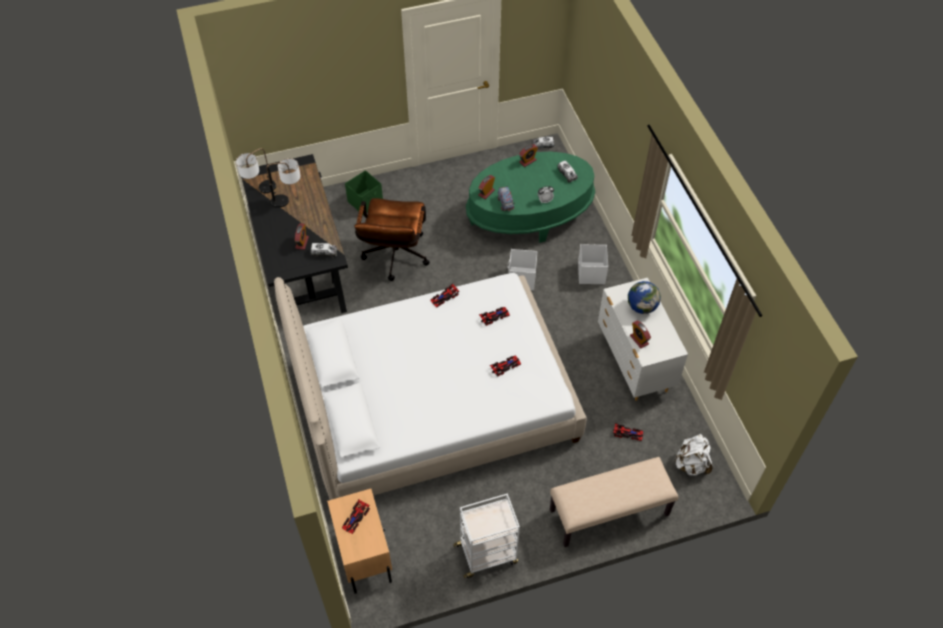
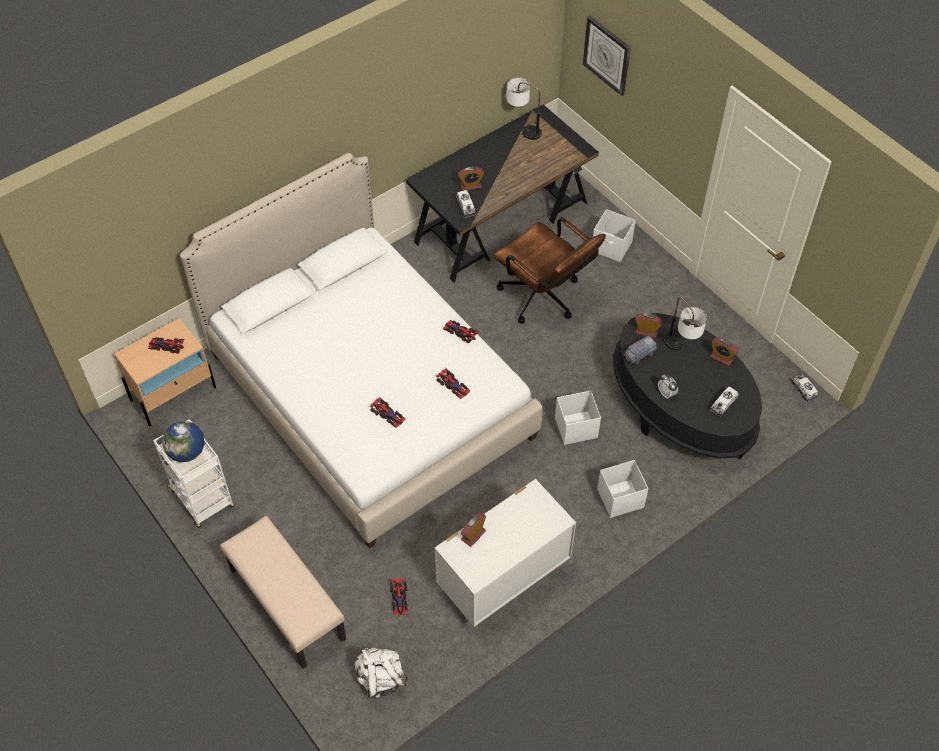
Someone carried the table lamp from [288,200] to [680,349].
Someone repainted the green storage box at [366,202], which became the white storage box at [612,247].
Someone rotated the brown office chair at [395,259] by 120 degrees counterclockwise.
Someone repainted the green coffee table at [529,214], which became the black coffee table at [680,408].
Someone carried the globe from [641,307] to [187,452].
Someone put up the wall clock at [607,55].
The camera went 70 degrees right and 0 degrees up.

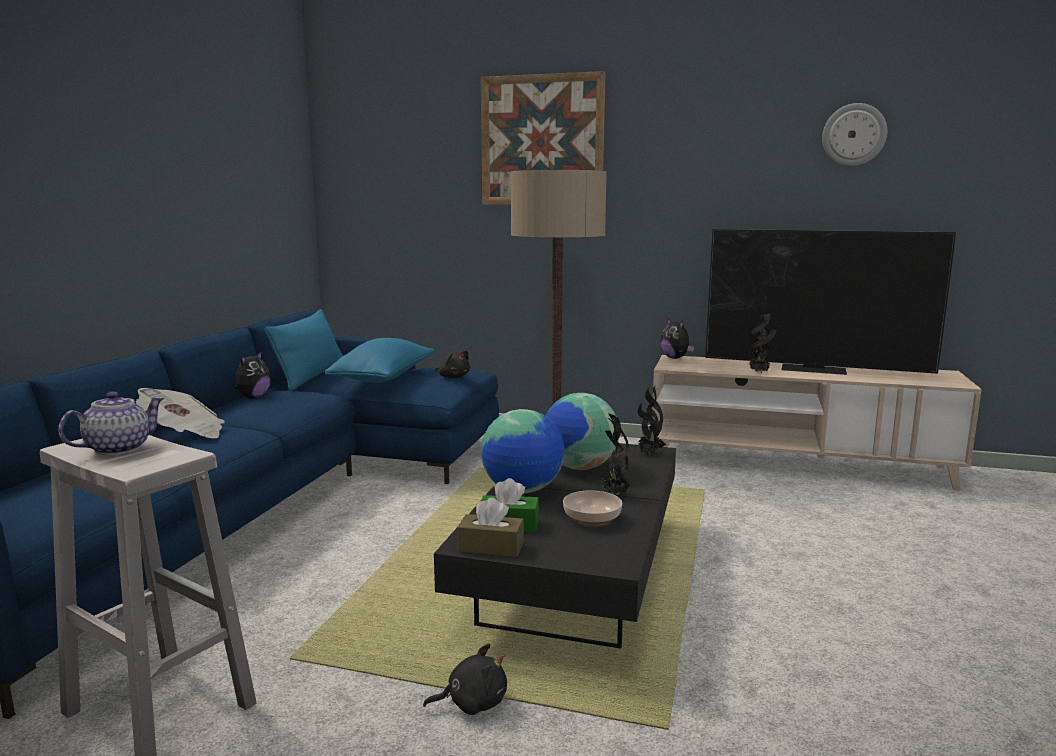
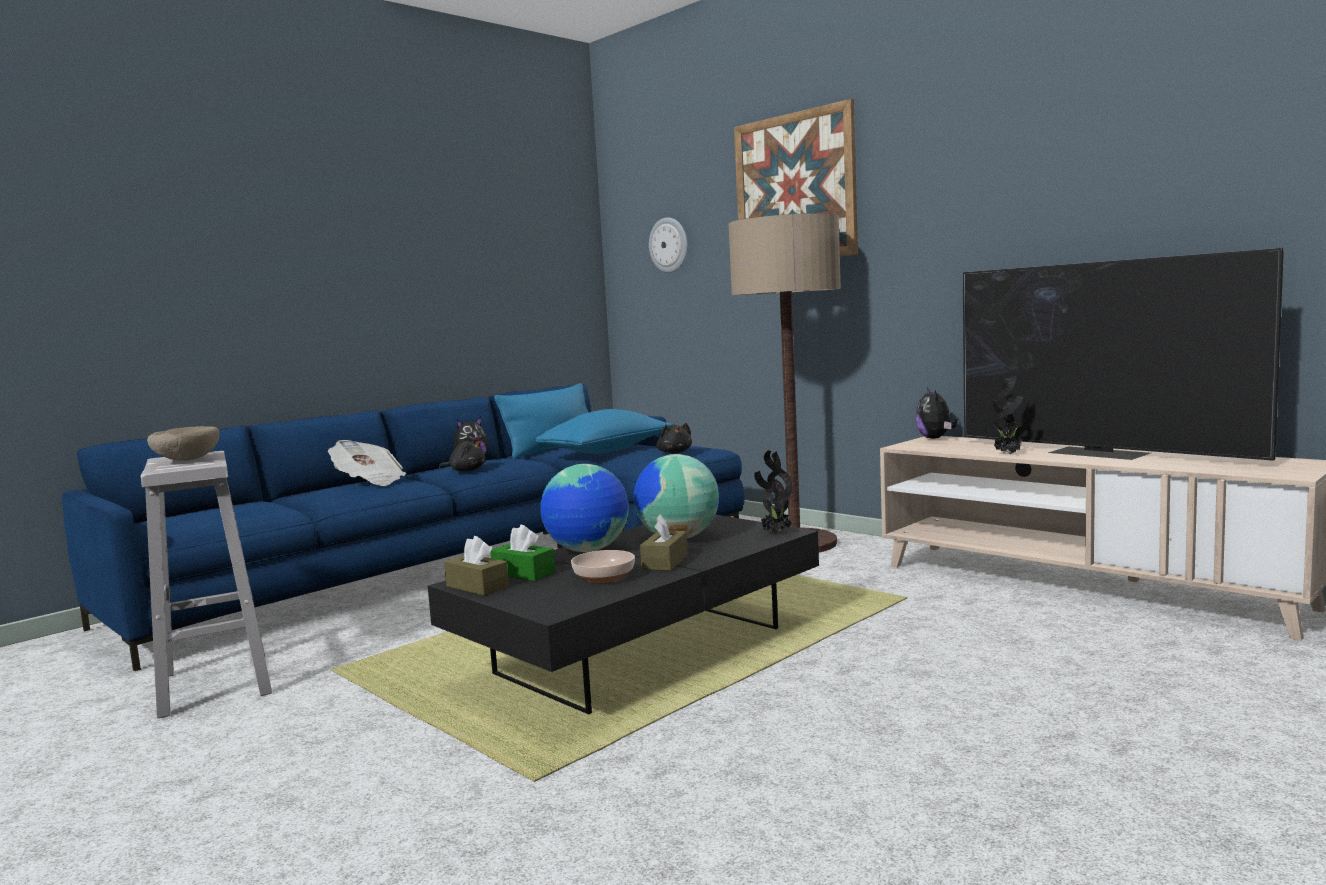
Someone swapped the teapot at [118,448] for the beige bowl at [185,460].
Someone carried the black plush toy from [472,703] to [466,471].
Someone swapped the potted plant at [614,494] for the brown tissue box at [665,562].
Someone carried the wall clock from [854,135] to [669,245].
The camera went 30 degrees right and 5 degrees down.

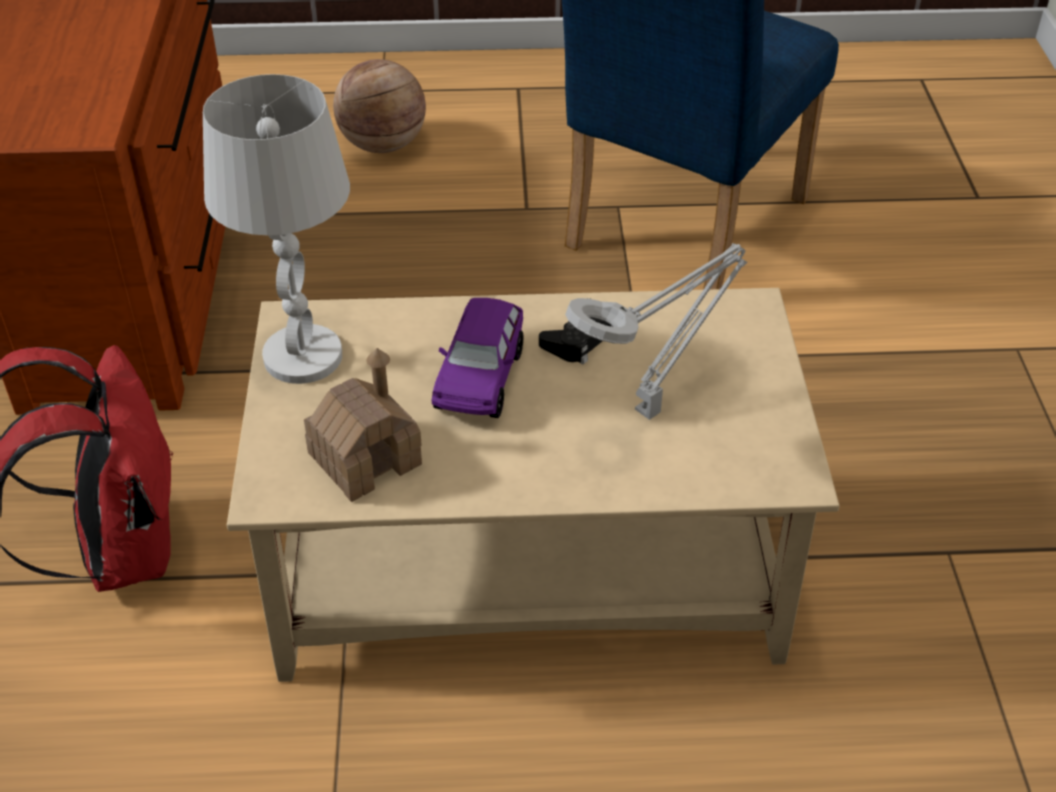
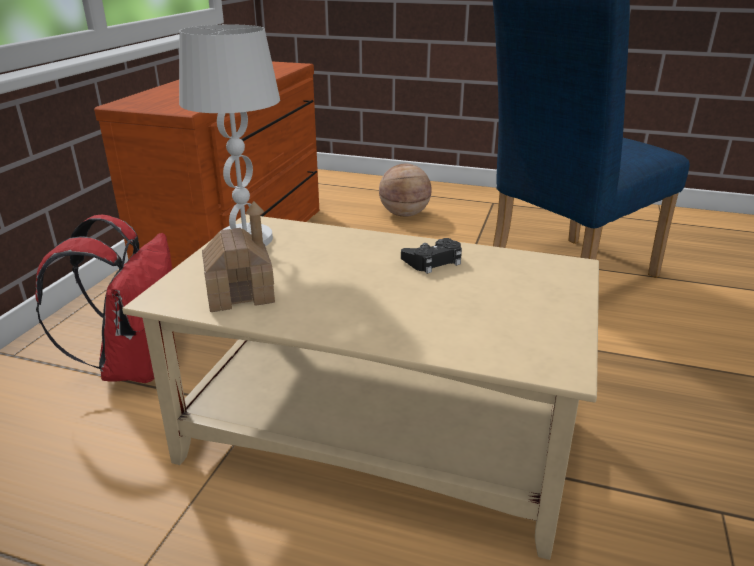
Someone took away the purple toy car at [480,377].
Someone took away the grey table lamp at [652,409].
The camera went 20 degrees right and 15 degrees down.

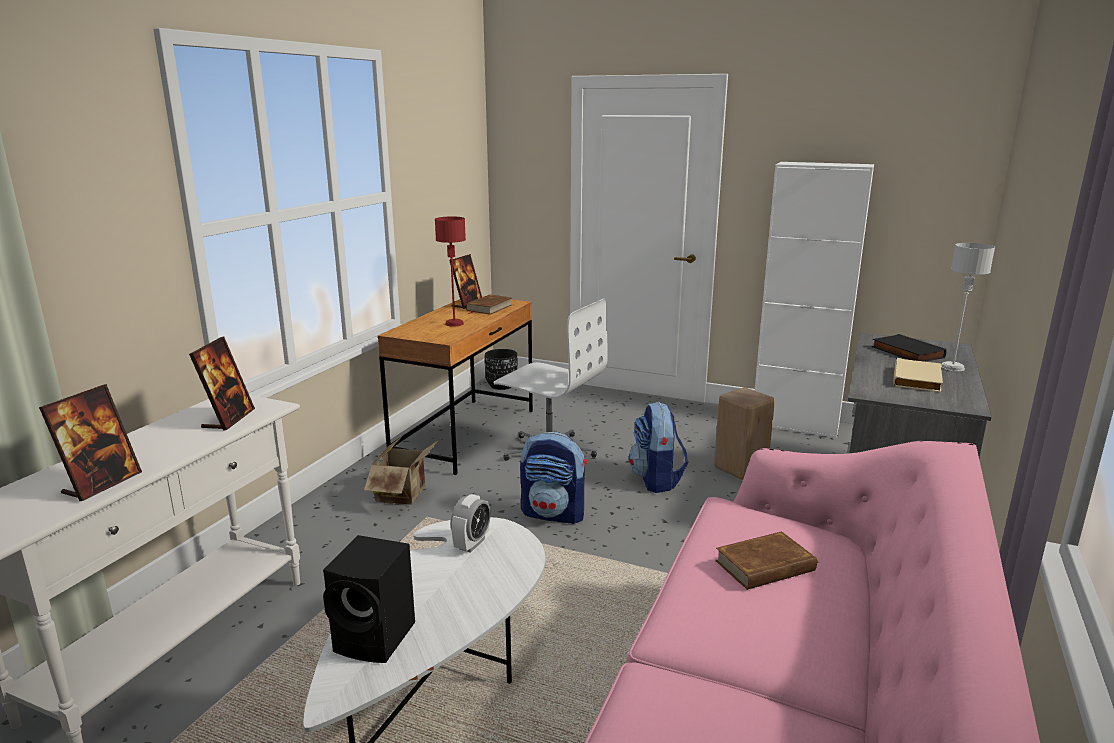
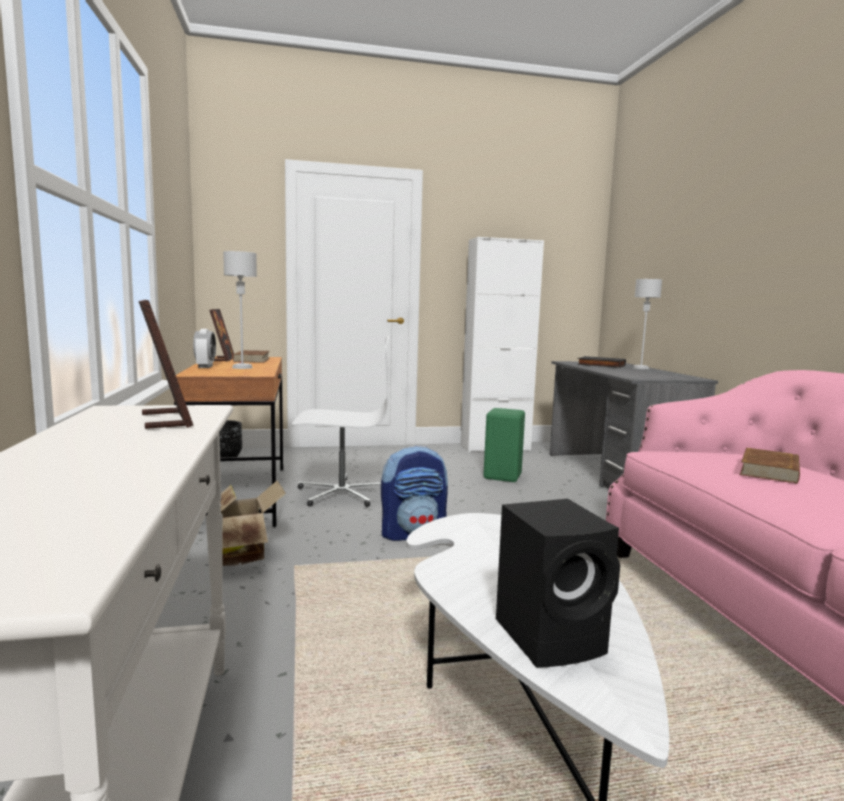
Someone took away the picture frame at [102,484].
Someone repainted the red table lamp at [454,324], which became the grey table lamp at [242,367].
Someone carried the alarm clock from [471,544] to [205,366].
Someone took away the backpack at [656,480].
Someone repainted the beige stool at [740,468], which became the green stool at [501,476].
Someone took away the beige book at [918,379].
The camera went 35 degrees left and 10 degrees down.

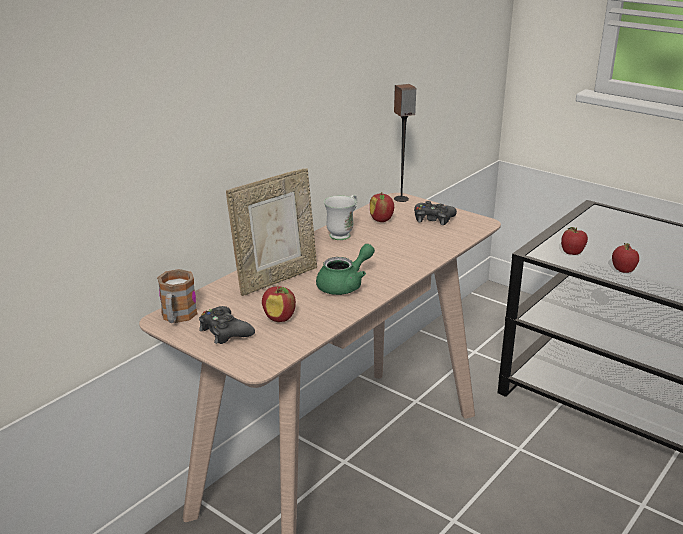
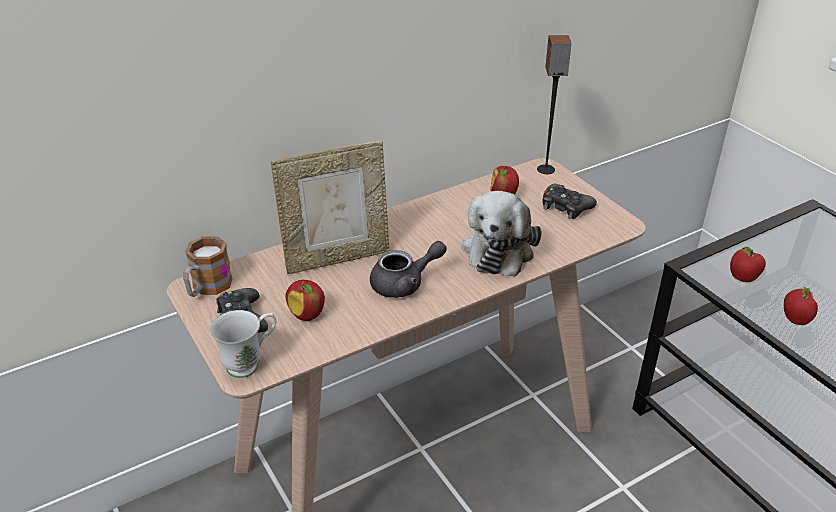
Someone repainted the green teapot at [345,285], which became the grey teapot at [405,284].
Someone carried the white mug from [343,234] to [250,363].
Someone put down the plush toy at [499,248].
The camera went 20 degrees right and 10 degrees up.

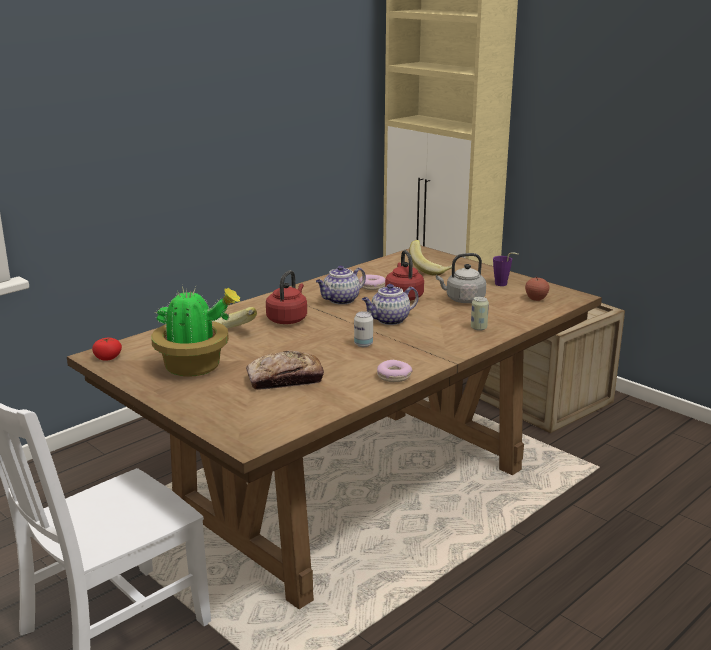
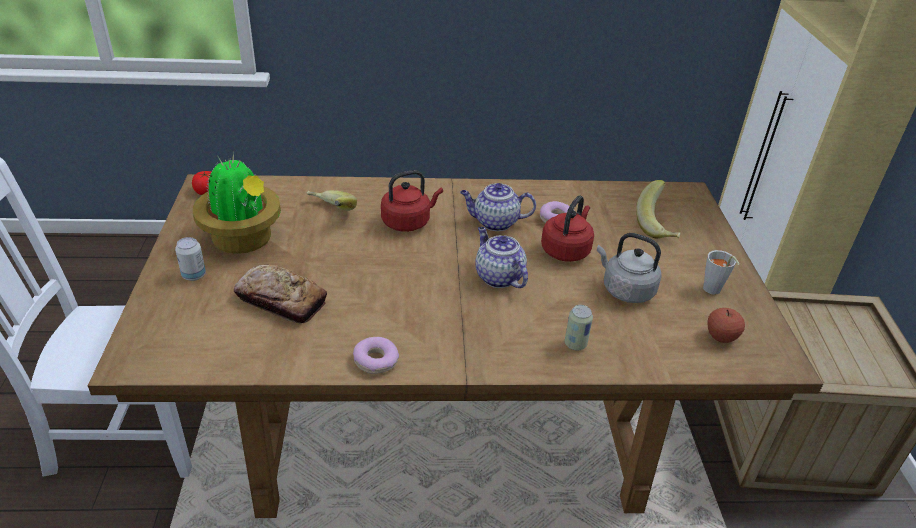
Someone carried the can from [363,344] to [194,275].
Someone rotated the teapot at [389,320] by 45 degrees clockwise.
Someone repainted the purple cup at [503,284], which became the grey cup at [713,291].
The camera went 40 degrees right and 15 degrees up.

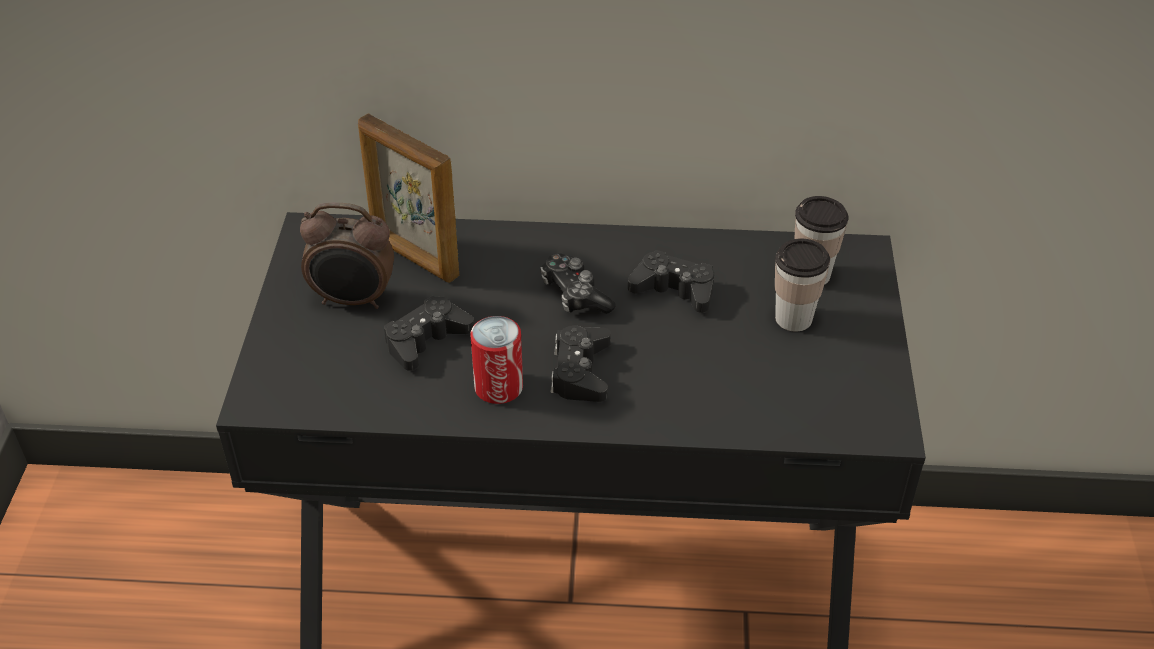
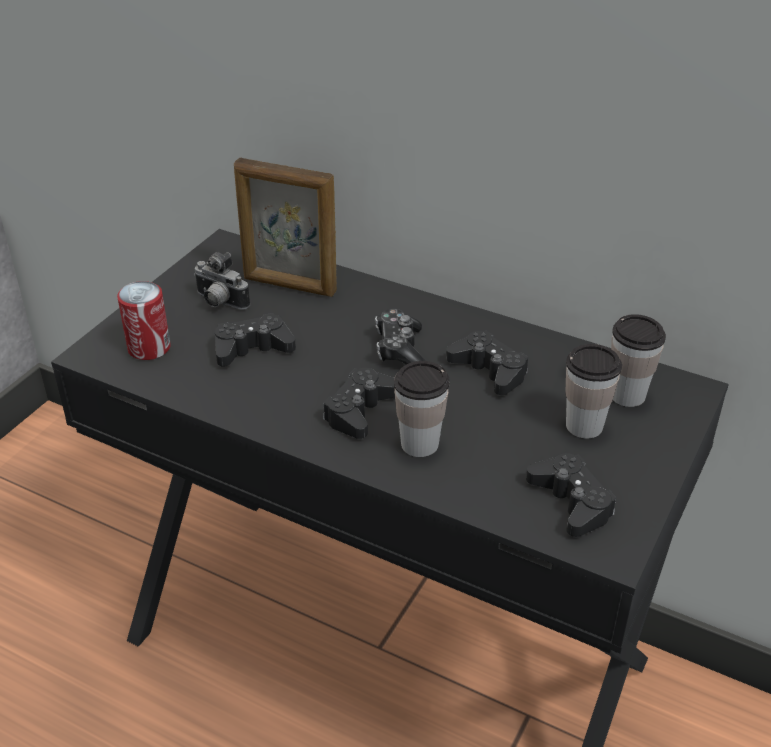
Someone swapped the alarm clock at [353,300] for the photo camera at [219,303].
Someone rotated the picture frame at [414,257] by 45 degrees counterclockwise.
Someone carried the can from [498,387] to [149,348].
Someone put down the cup at [420,444].
Someone put down the black game controller at [571,502].
The camera went 25 degrees right and 5 degrees down.

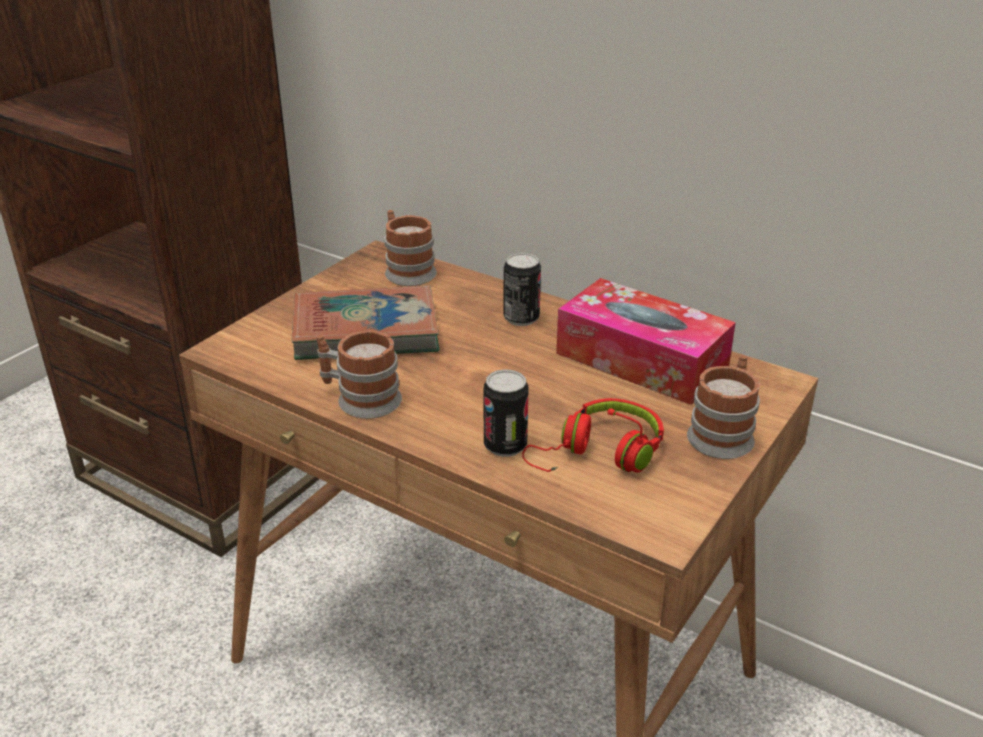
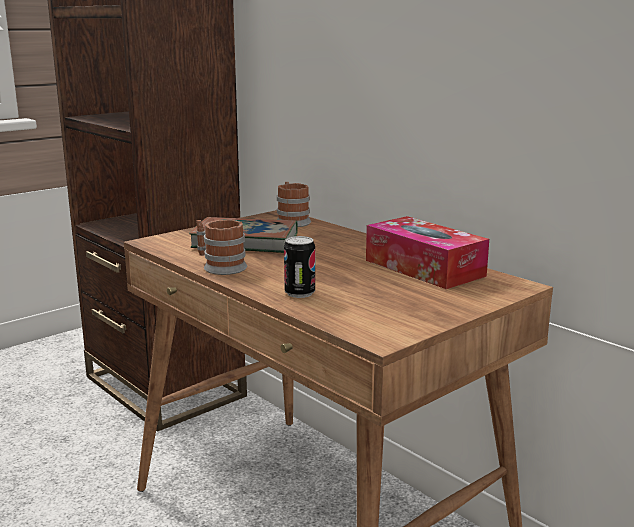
Someone took away the can at [521,318].
Someone took away the red headphones at [599,454].
Someone took away the mug at [723,433].
The camera went 15 degrees right and 15 degrees down.

